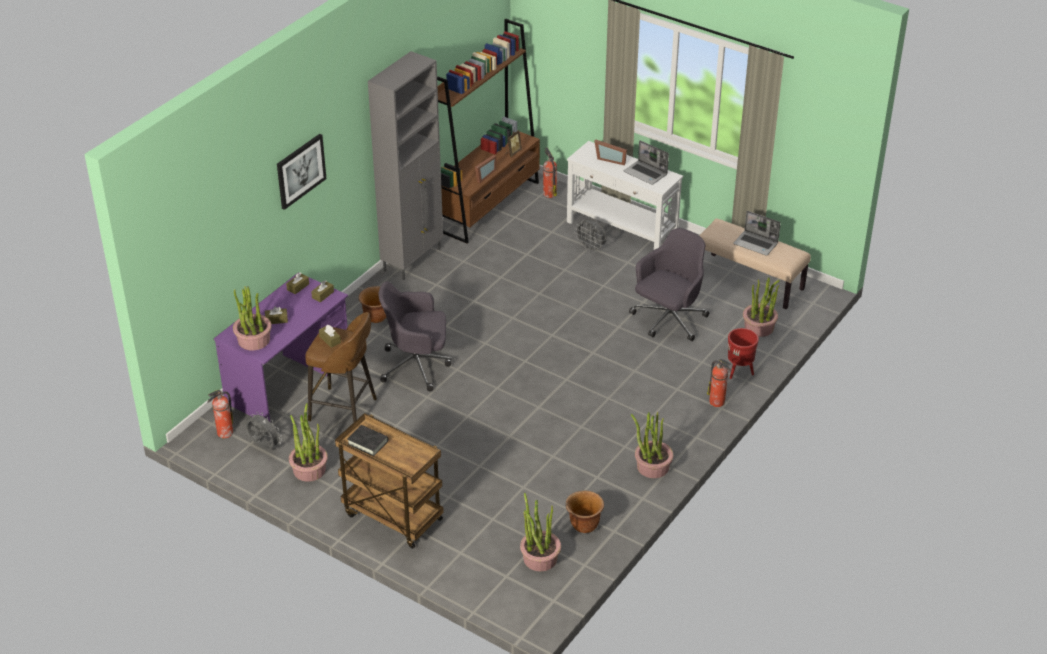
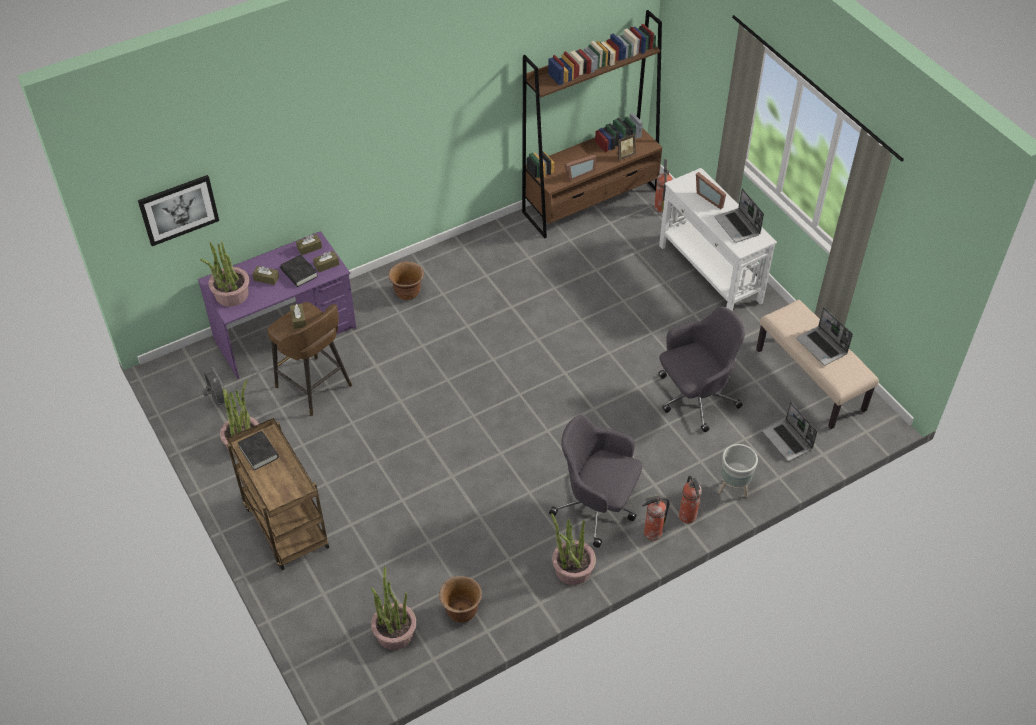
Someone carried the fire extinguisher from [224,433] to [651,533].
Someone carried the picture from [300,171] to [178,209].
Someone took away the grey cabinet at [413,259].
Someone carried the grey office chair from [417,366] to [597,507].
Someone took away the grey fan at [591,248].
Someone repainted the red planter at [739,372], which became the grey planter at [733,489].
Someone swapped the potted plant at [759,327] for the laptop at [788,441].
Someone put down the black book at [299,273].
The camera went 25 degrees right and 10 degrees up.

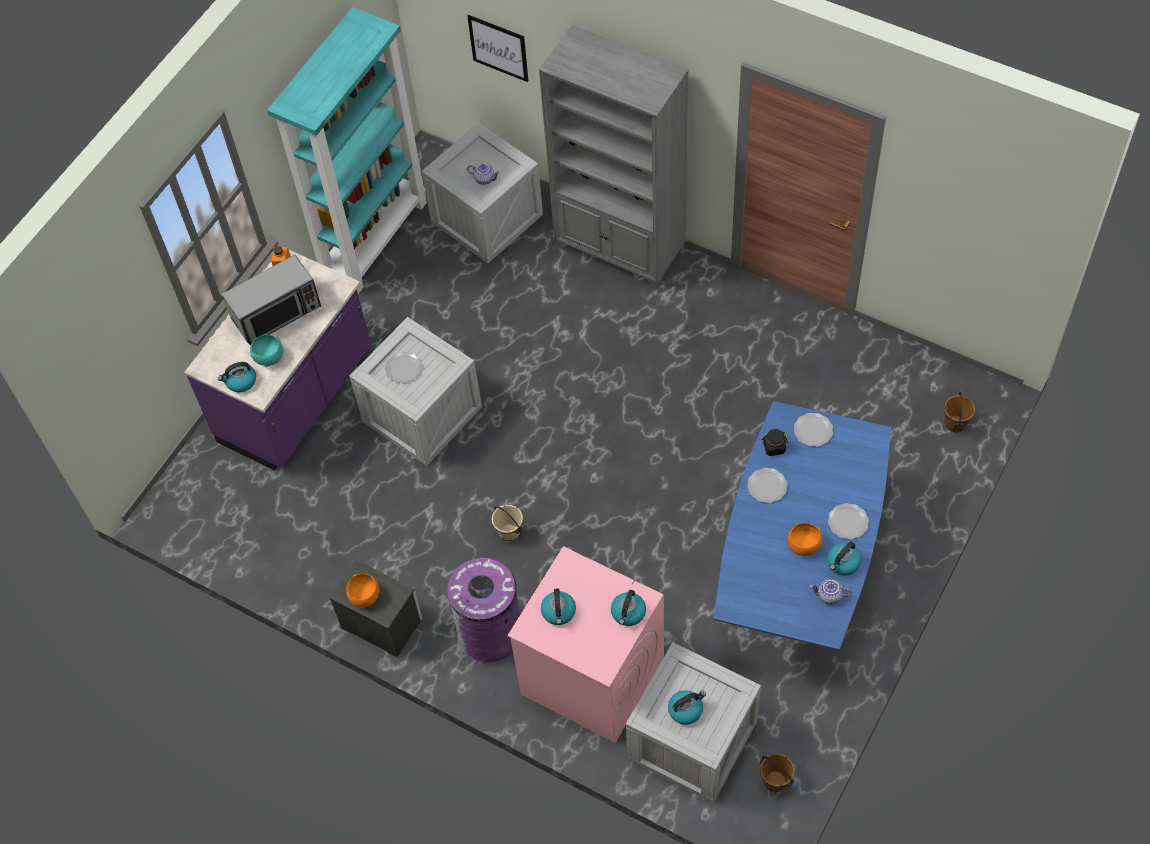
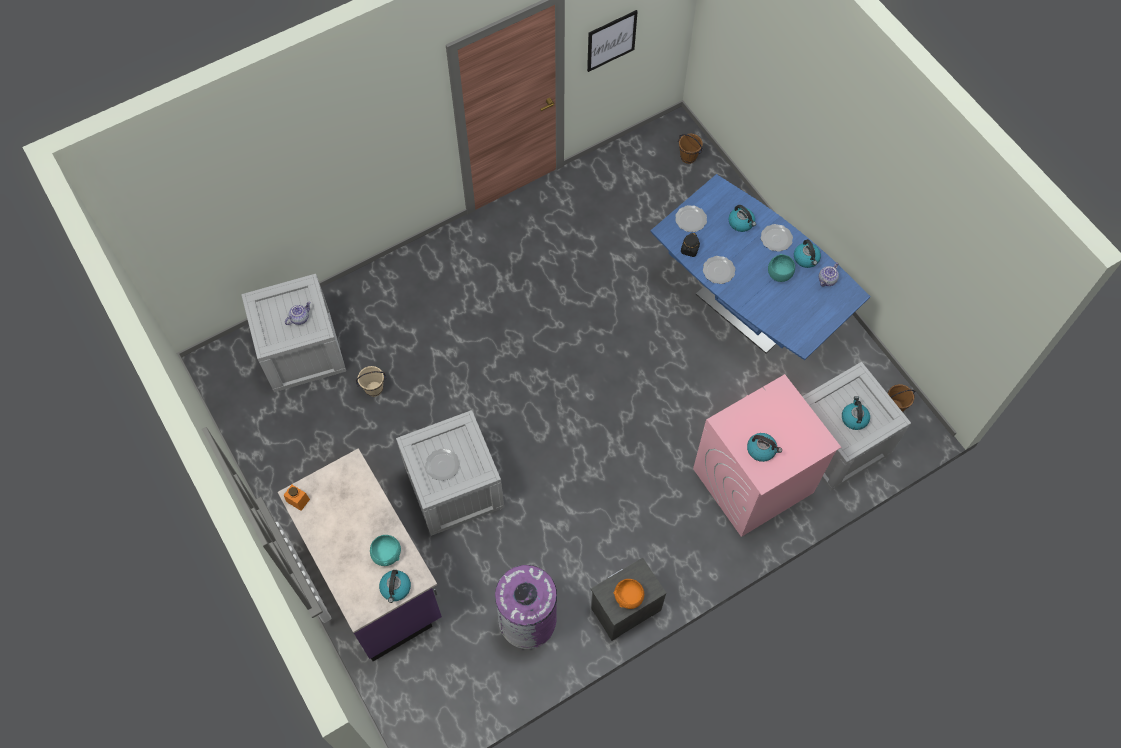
Someone took away the microwave at [277,313].
Someone took away the turquoise bookcase at [374,238].
Someone carried the purple trash can from [490,633] to [527,620].
Someone carried the picture from [498,48] to [611,40].
Someone carried the beige bucket from [509,533] to [374,389].
Someone took away the grey bookcase at [621,249].
Someone carried the kettle from [628,613] to [741,223].
Someone repainted the orange bowl at [803,546], which became the turquoise bowl at [779,274].
The camera went 65 degrees left and 5 degrees up.

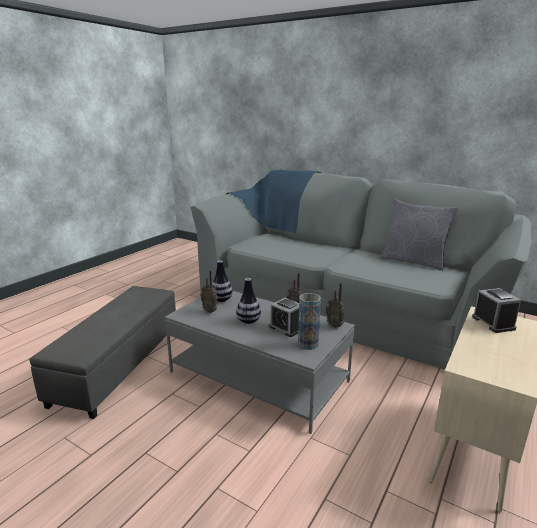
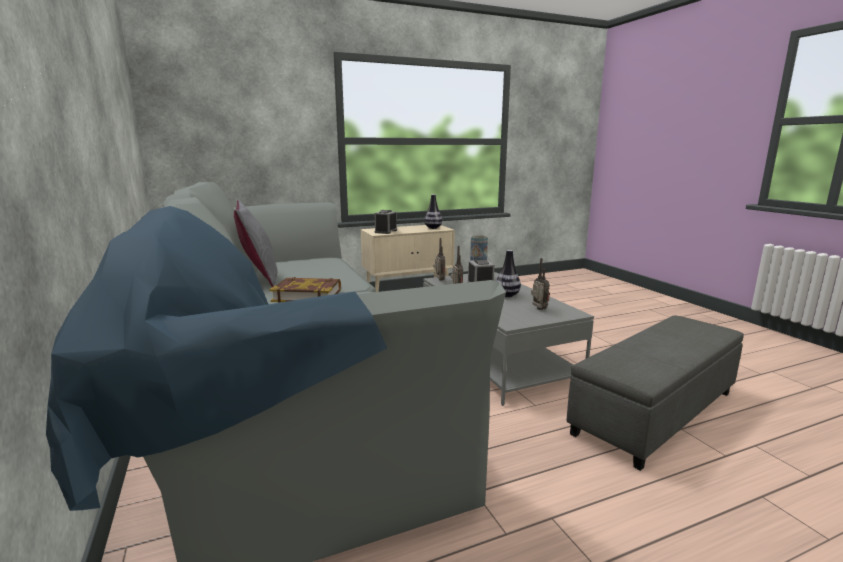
Someone carried the vase from [221,300] to [433,228].
Someone put down the book at [307,295].
The camera went 145 degrees left and 5 degrees down.

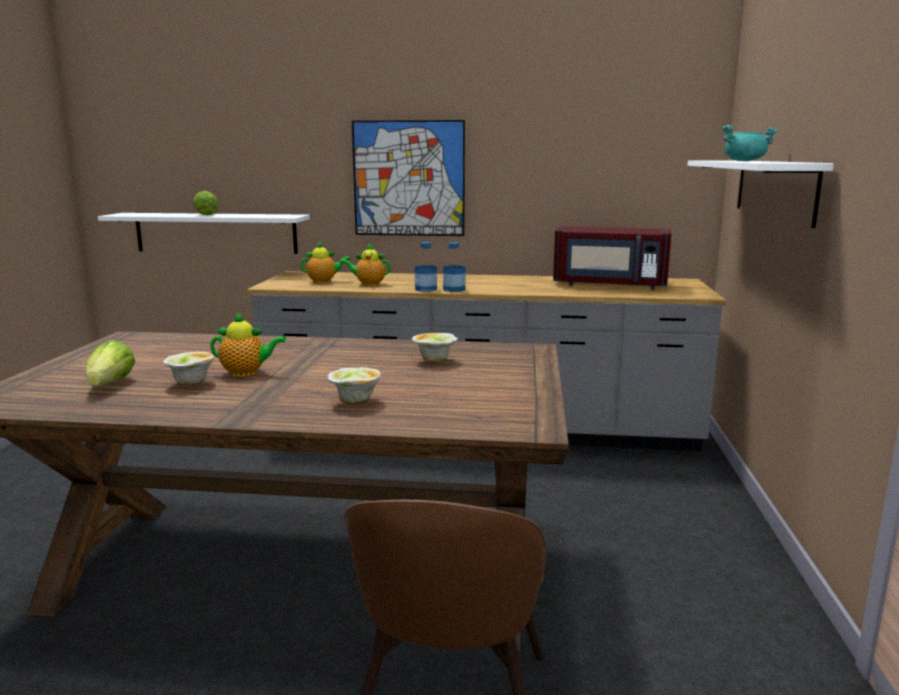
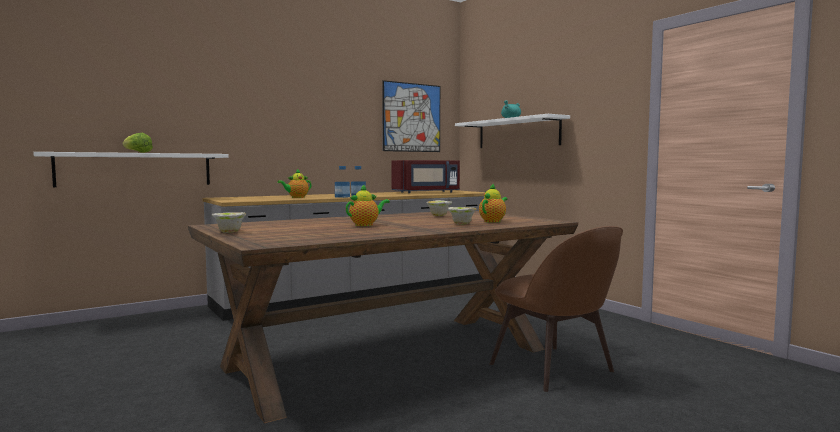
Someone took away the lettuce at [111,384].
Someone carried the bowl from [190,383] to [229,232].
Someone carried the teapot from [324,281] to [493,221].
Someone carried the picture from [408,179] to [412,117].
The camera went 40 degrees left and 10 degrees down.

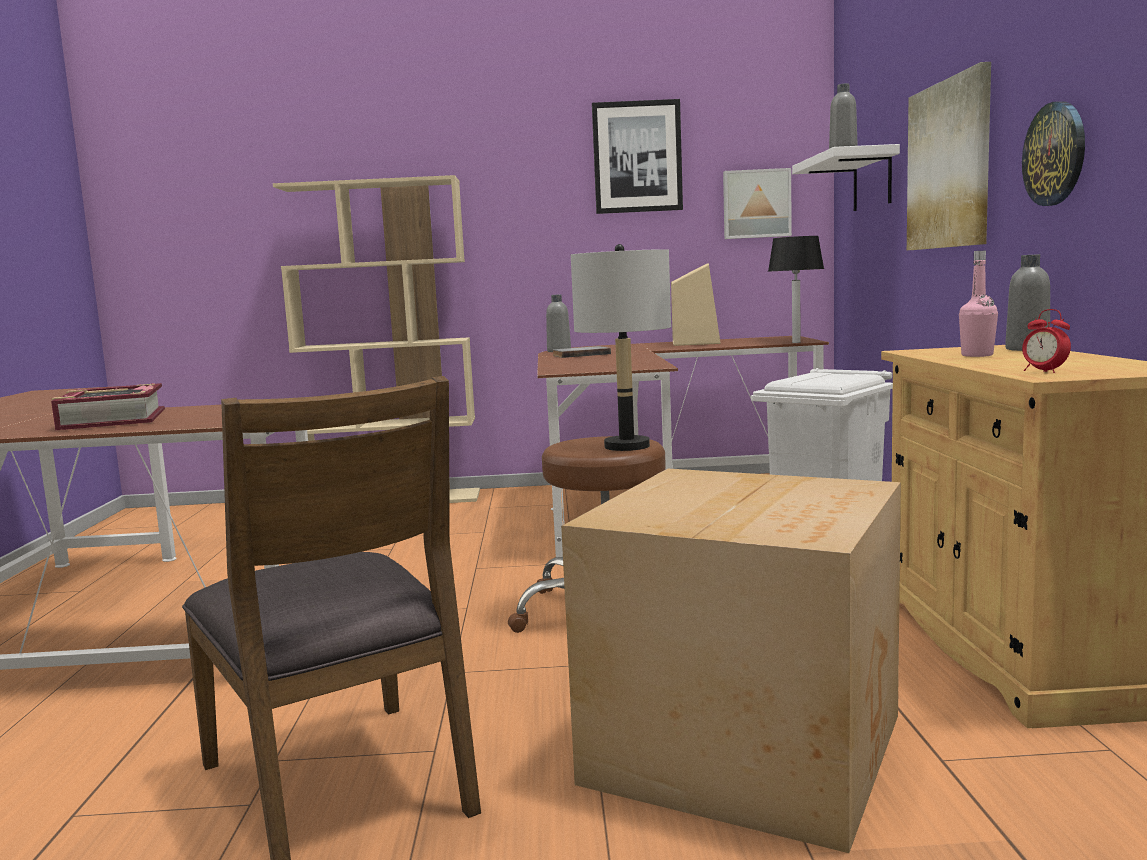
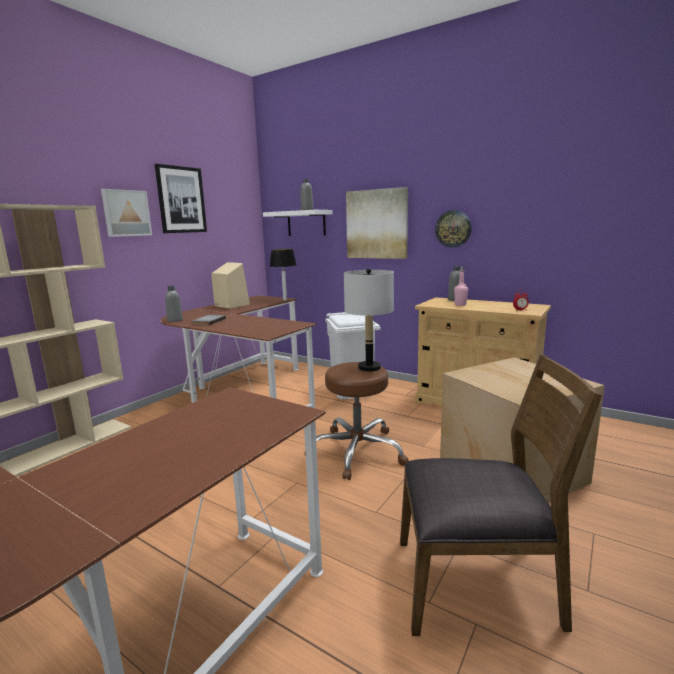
Someone took away the book at [112,420].
Someone carried the picture from [756,204] to [126,213].
The camera went 55 degrees left and 5 degrees up.

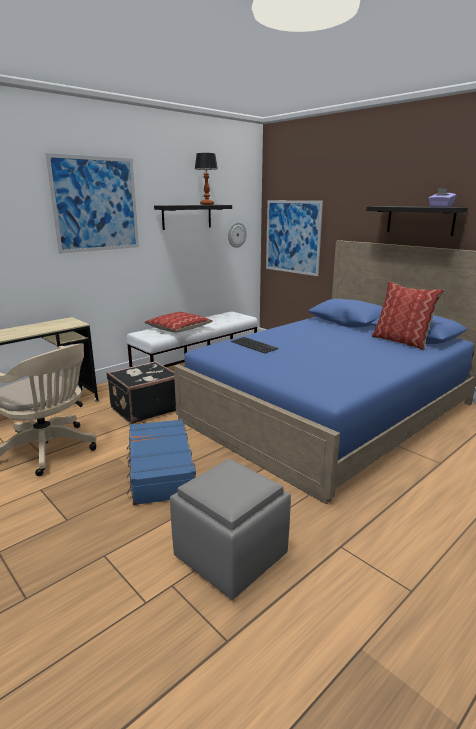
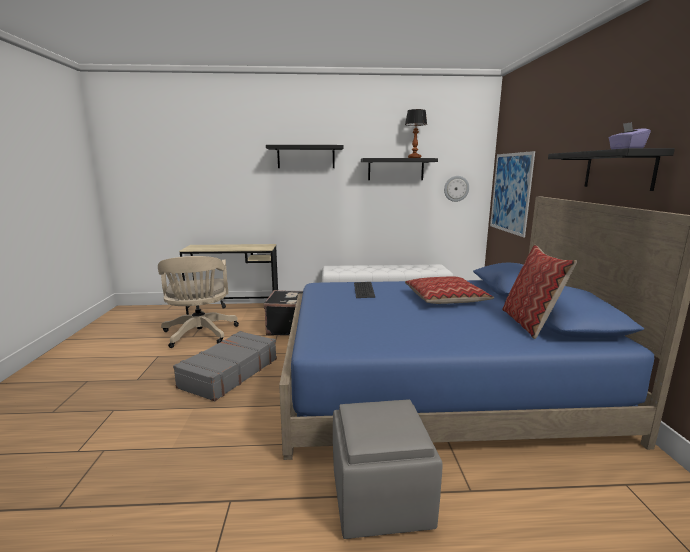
Someone swapped the picture at [96,204] for the black shelf at [306,157].
Someone repainted the blue suitcase at [160,470], which became the grey suitcase at [229,373].
Someone carried the pillow from [179,328] to [445,299].
Someone carried the grey ottoman from [232,555] to [382,499].
The camera went 40 degrees right and 5 degrees down.

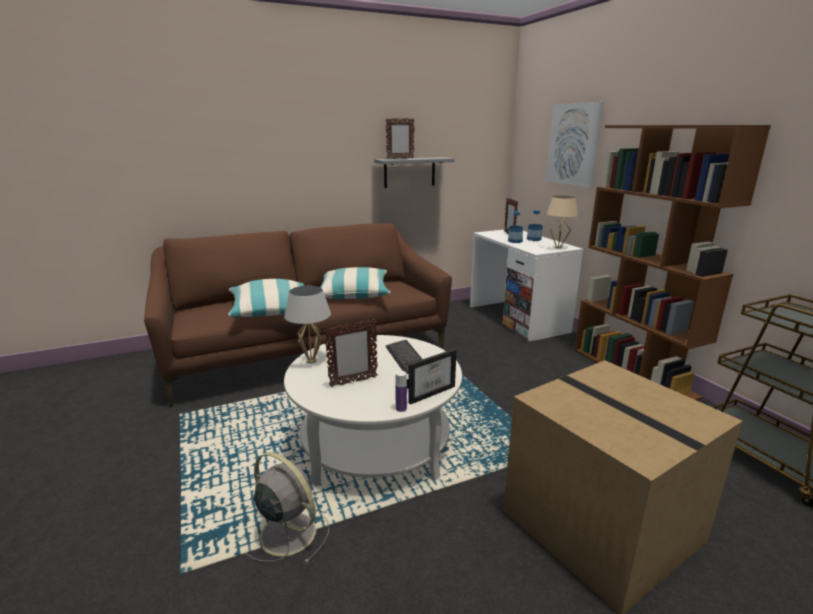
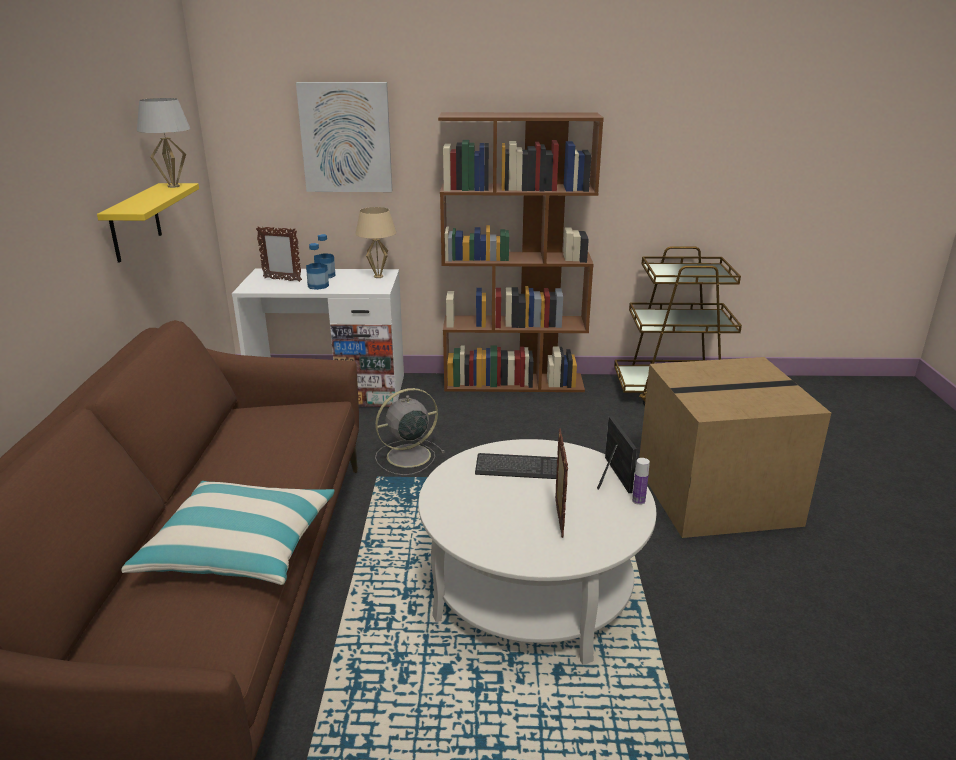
Someone carried the grey fan from [286,532] to [406,456].
Someone carried the white table lamp from [311,361] to [173,186].
Someone took away the pillow at [353,293].
Someone repainted the grey shelf at [409,172], which became the yellow shelf at [135,222].
Someone took away the picture frame at [400,158].
The camera went 65 degrees left and 5 degrees up.

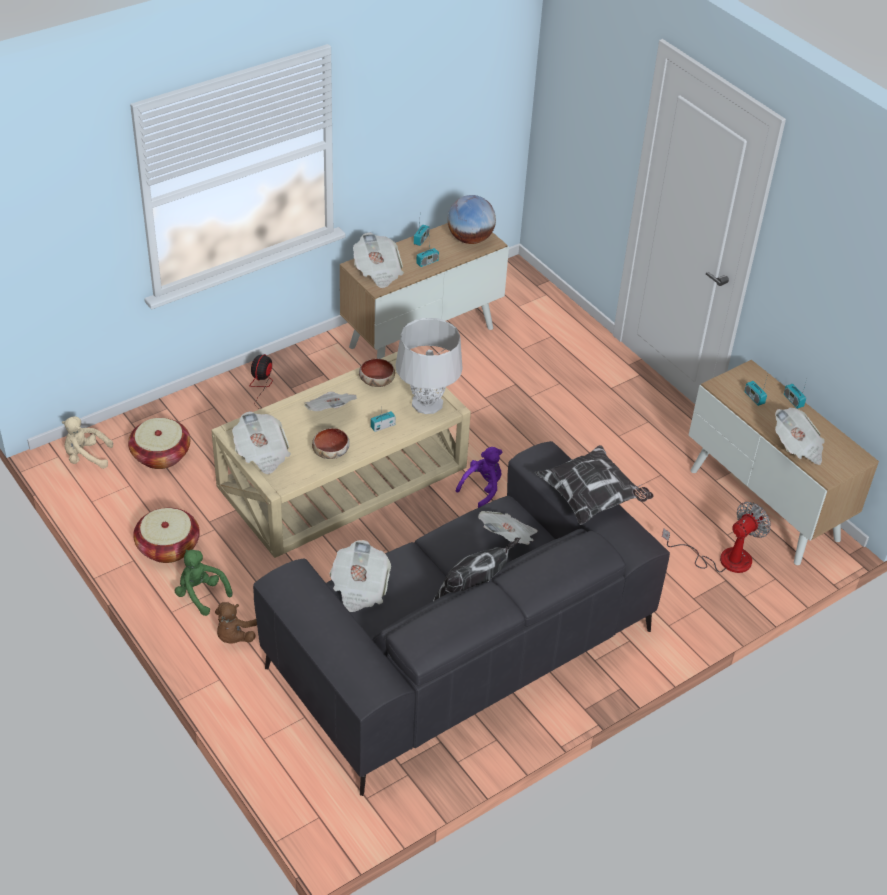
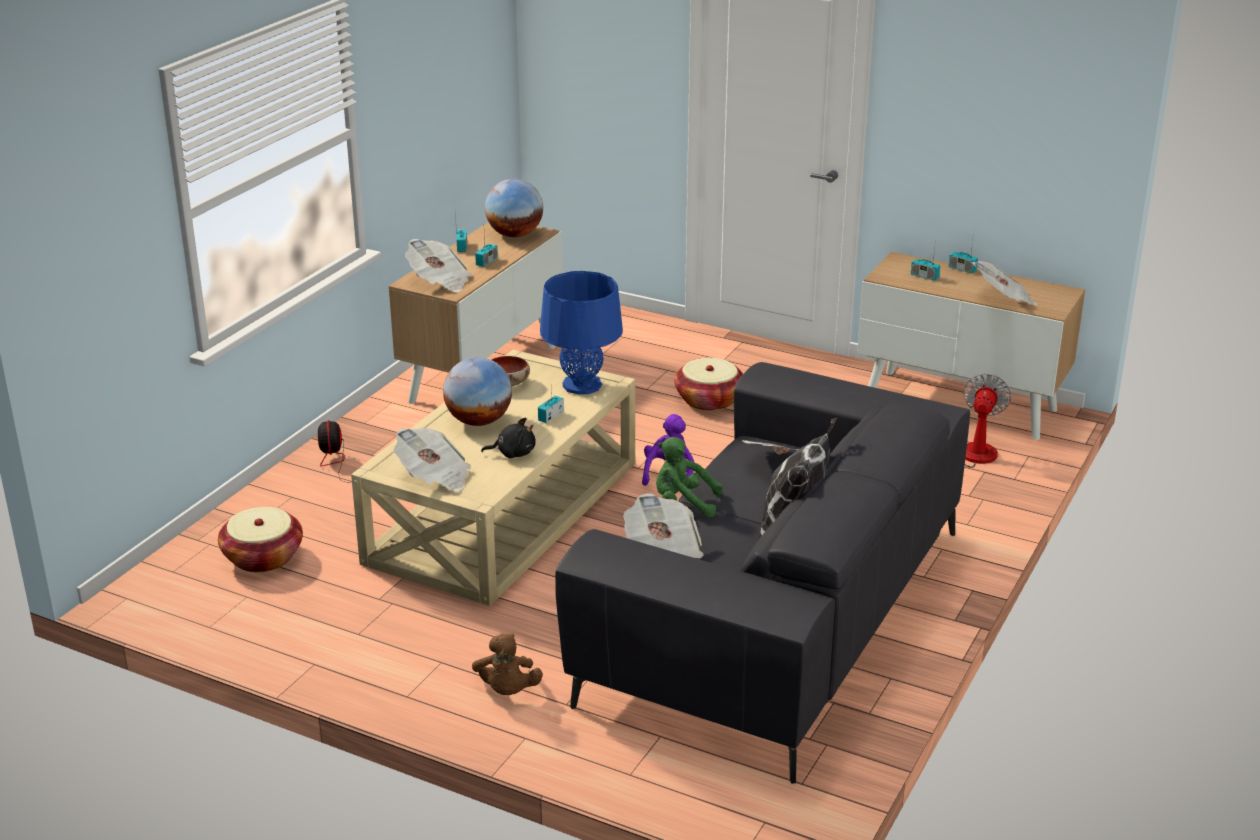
Someone took away the beige plush toy at [86,457].
Someone carried the basket from [168,547] to [709,400].
Someone carried the green plush toy from [201,594] to [683,504].
Someone swapped the newspaper at [330,411] for the globe at [478,421].
Someone swapped the bowl at [331,452] for the black plush toy at [513,453].
Someone repainted the grey table lamp at [427,403], which became the blue table lamp at [582,385].
Someone took away the pillow at [591,498].
The camera went 25 degrees left and 15 degrees down.

